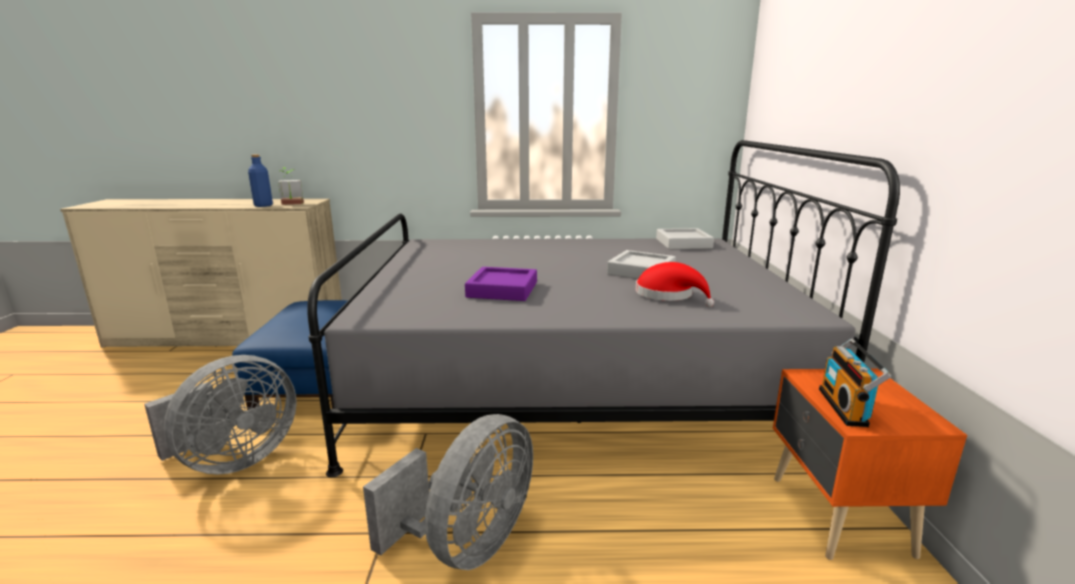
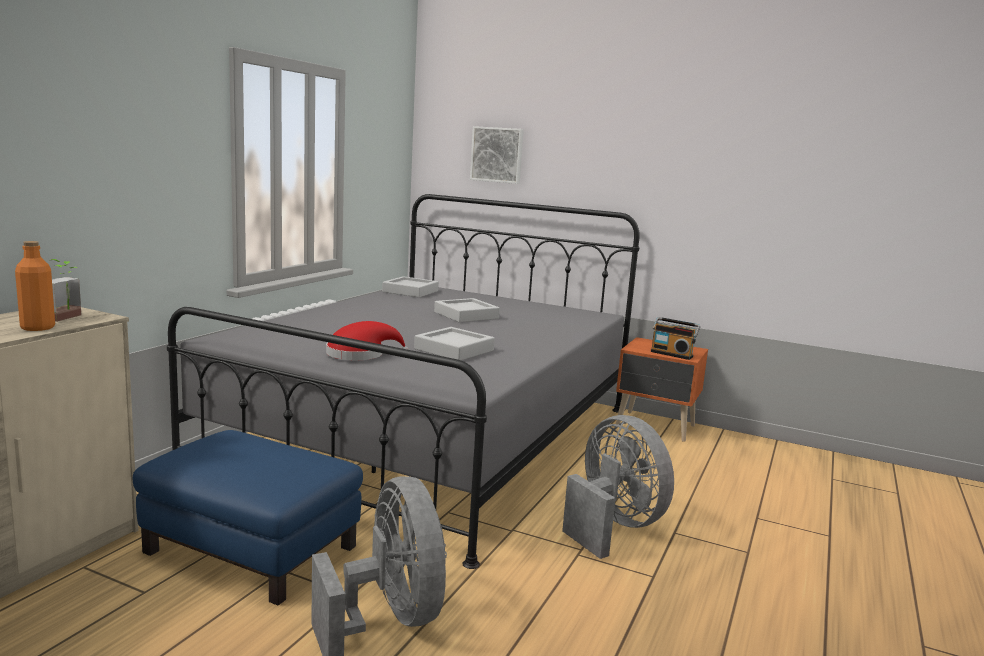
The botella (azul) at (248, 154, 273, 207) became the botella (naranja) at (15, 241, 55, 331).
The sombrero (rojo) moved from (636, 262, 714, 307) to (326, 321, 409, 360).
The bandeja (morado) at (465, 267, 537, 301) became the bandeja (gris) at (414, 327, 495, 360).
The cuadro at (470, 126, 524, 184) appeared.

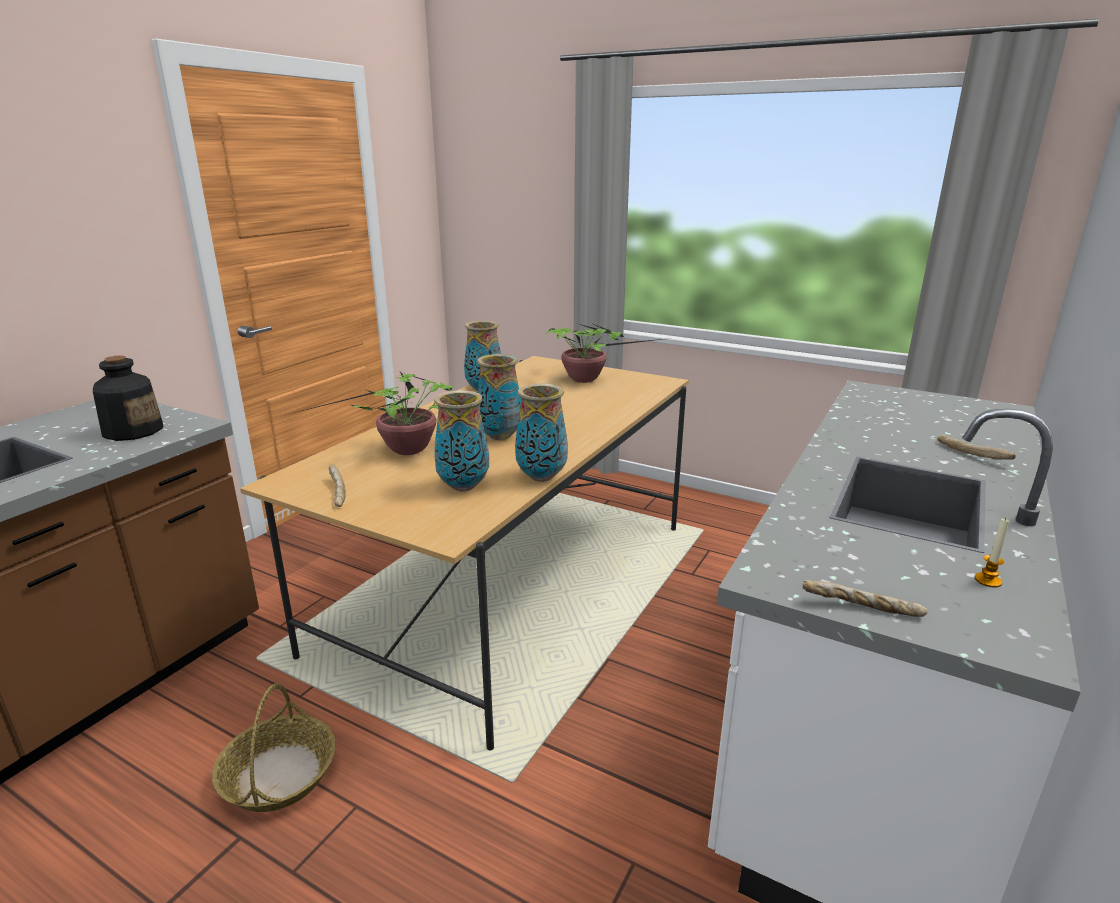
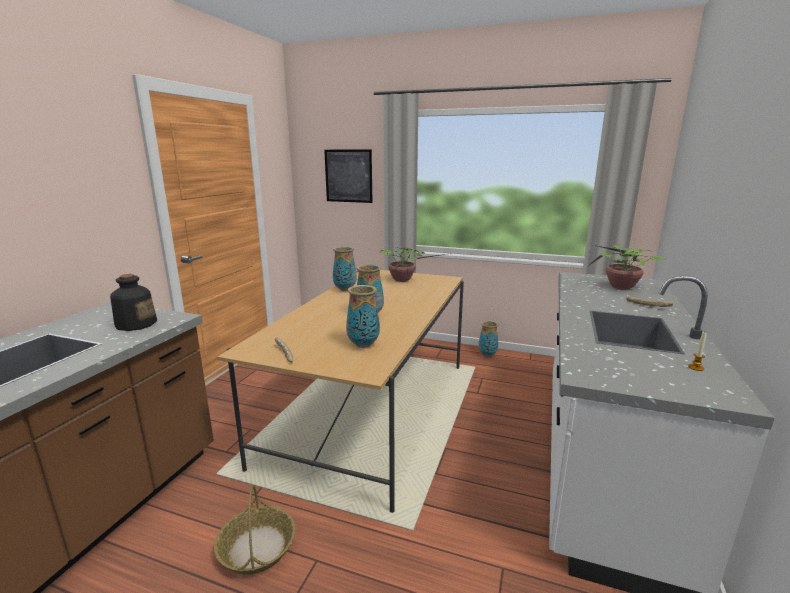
The planta en maceta moved from (286, 372, 456, 455) to (588, 245, 668, 290).
The florero moved from (515, 383, 568, 482) to (478, 320, 499, 357).
The pan at (803, 580, 928, 617) disappeared.
The cuadro at (324, 150, 372, 203) appeared.

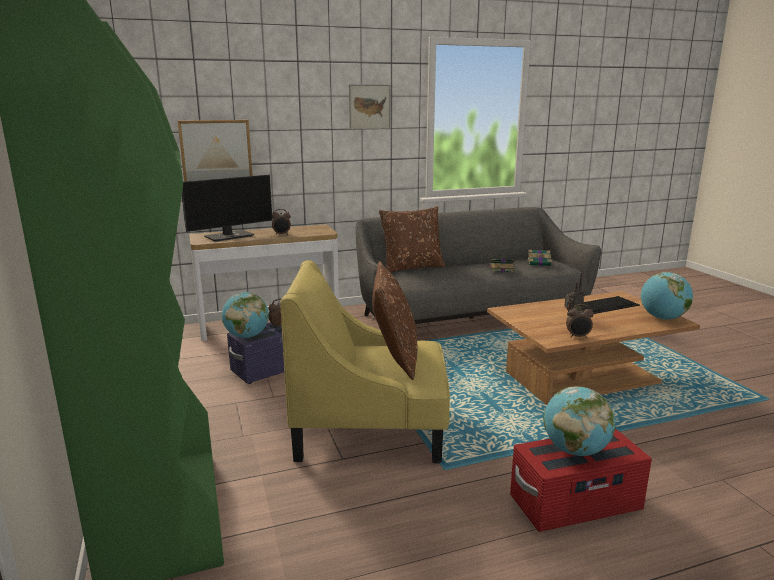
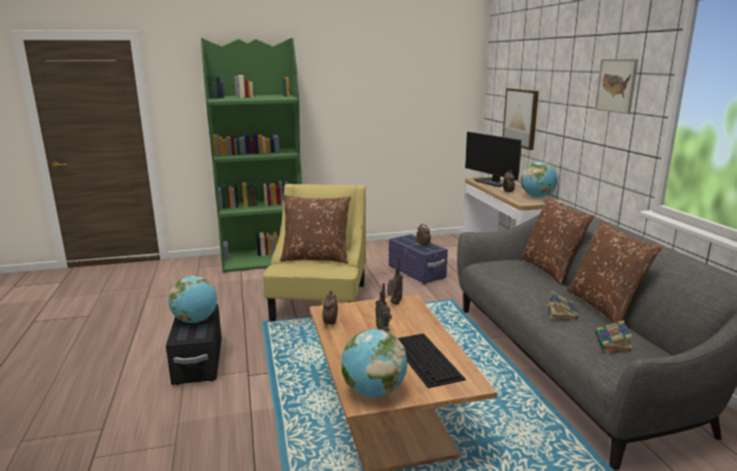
The globo terráqueo moved from (222, 292, 269, 338) to (521, 162, 558, 198).
The caja de almacenaje (rojo) at (510, 428, 652, 532) became the caja de almacenaje (negro) at (166, 304, 222, 385).
The cojín (marrón) at (567, 220, 662, 323) appeared.
The radio at (387, 257, 403, 305) appeared.

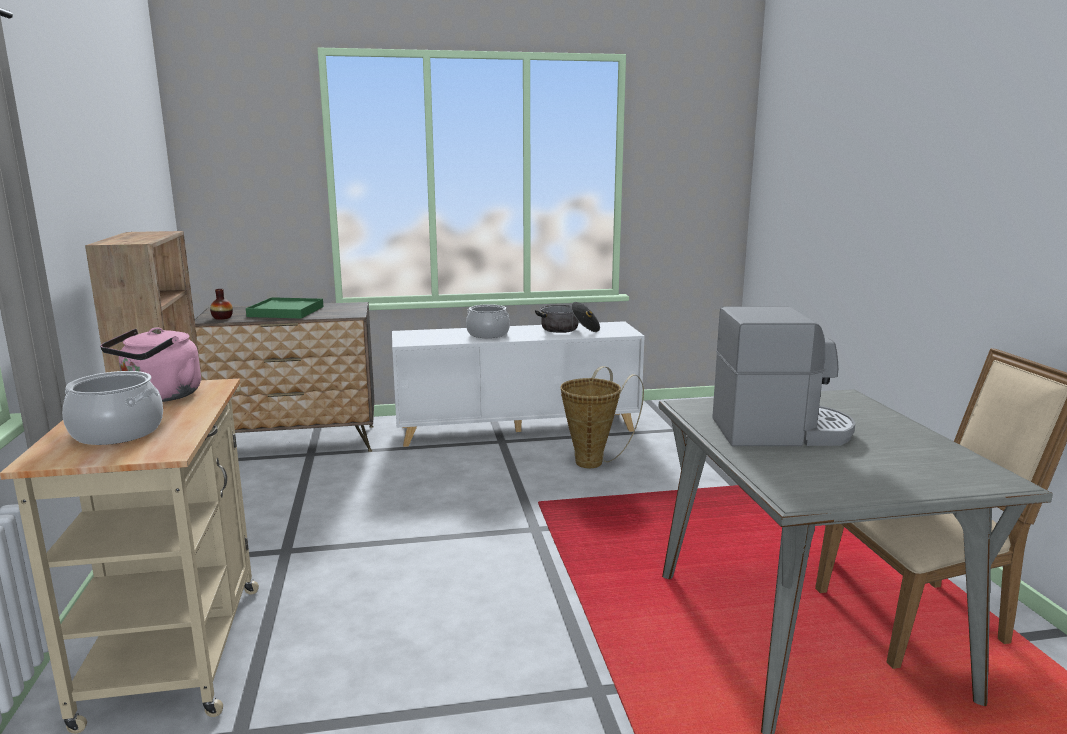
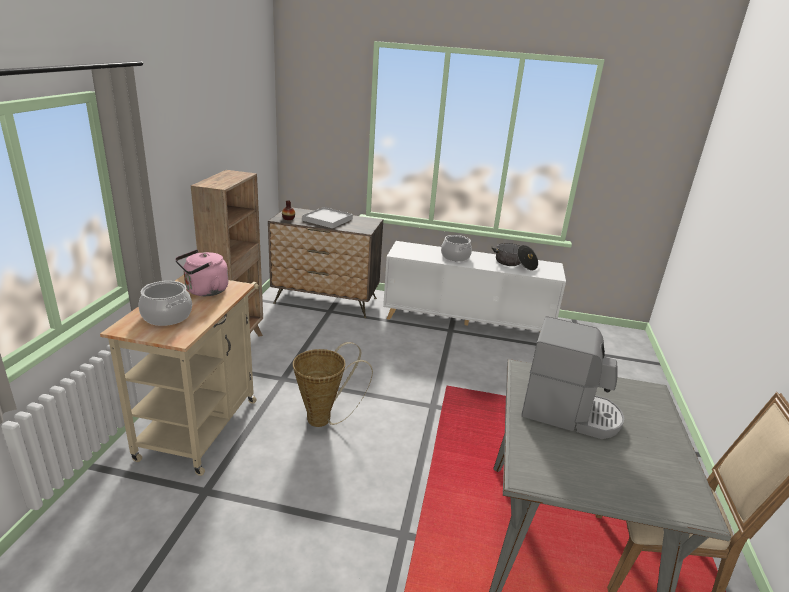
The bandeja (verde) at (246, 297, 324, 319) became the bandeja (blanco) at (302, 207, 353, 228).
The cesta moved from (560, 366, 644, 468) to (293, 342, 373, 427).

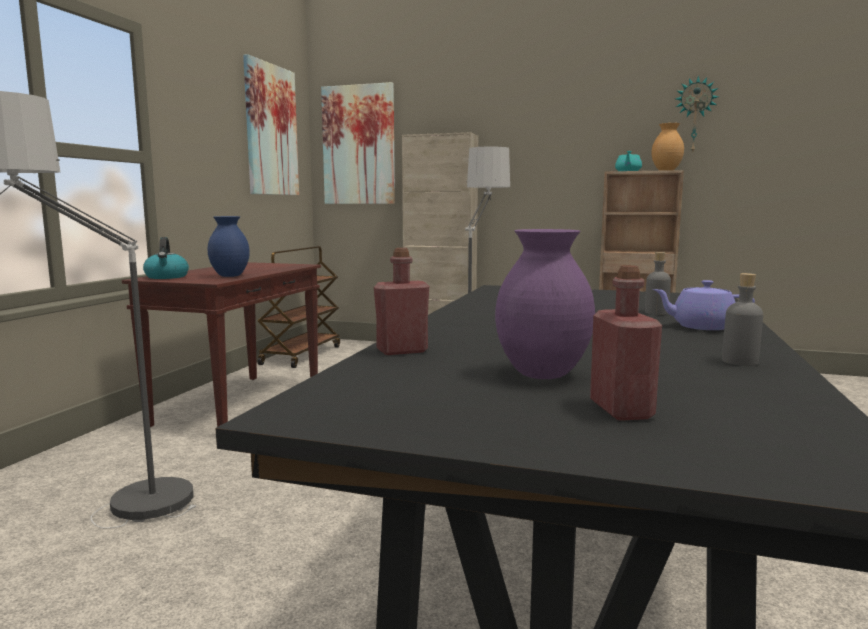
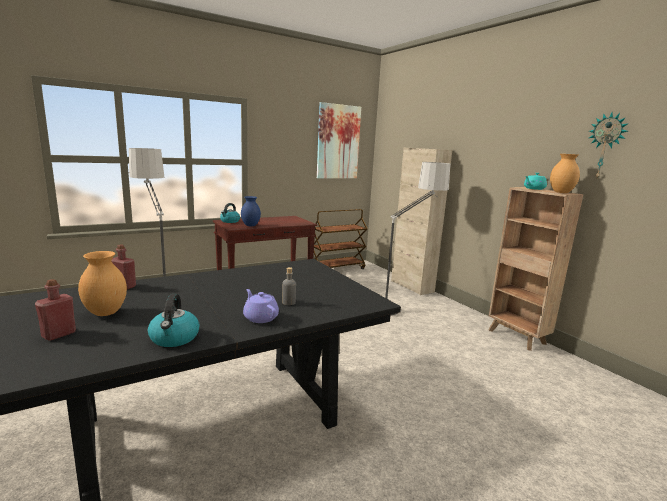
The cuadro at (321, 82, 395, 204) disappeared.
The florero (morado) at (495, 229, 595, 379) became the florero (marrón) at (78, 251, 127, 316).
The botella (gris) at (722, 273, 763, 366) was replaced by the hervidor at (148, 294, 199, 347).

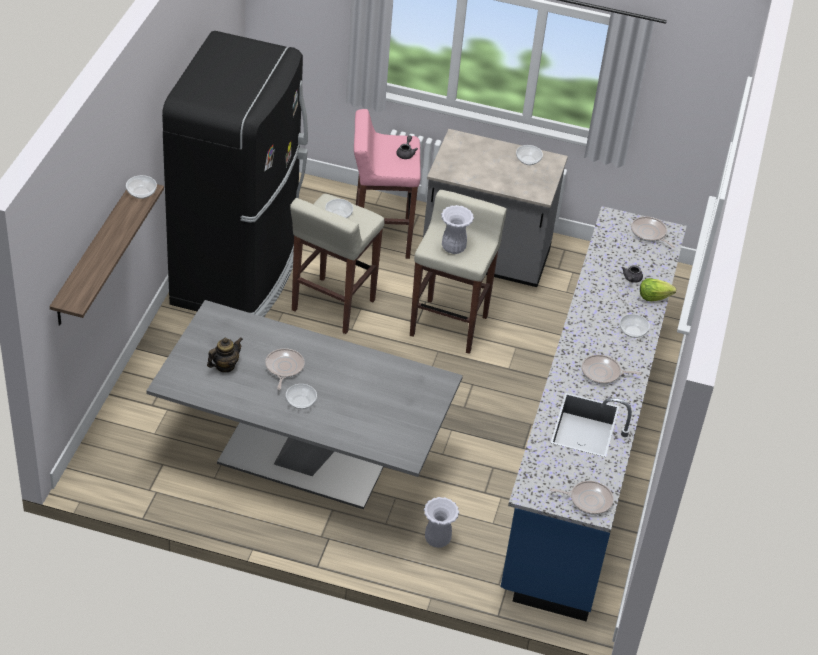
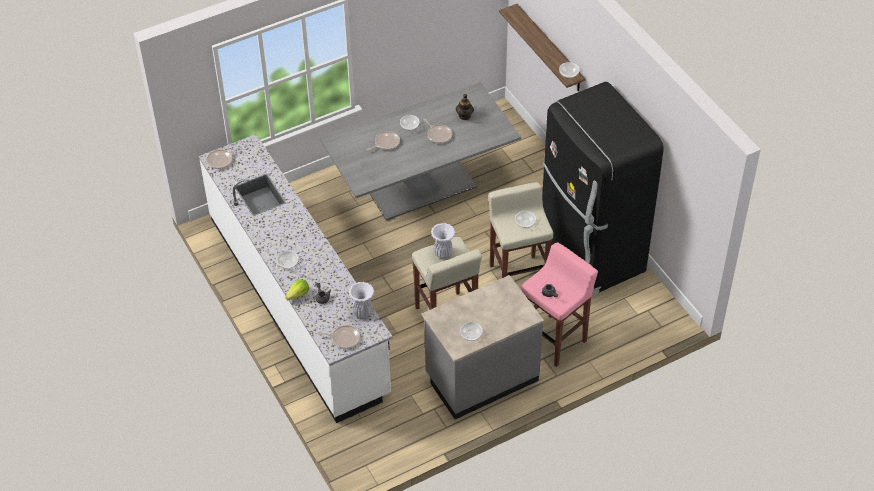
The mueble bajo de cocina (azul) at (501, 206, 687, 622) became the mueble bajo de cocina (blanco) at (199, 134, 393, 423).
The sartén moved from (582, 355, 642, 384) to (366, 131, 400, 151).
The florero (blanco) moved from (424, 497, 459, 548) to (349, 282, 374, 318).

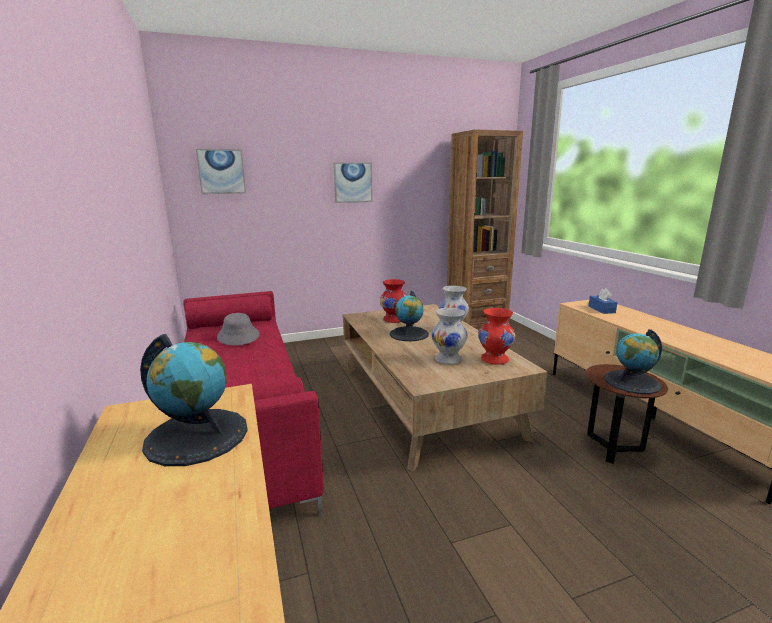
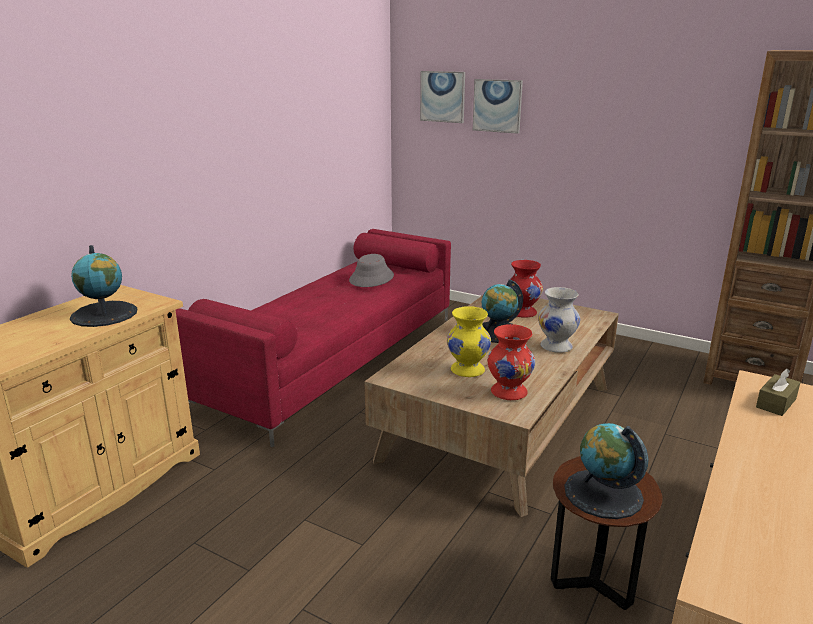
The cuadro moved from (333, 162, 372, 203) to (473, 79, 523, 134).
The caja de pañuelos (azul) at (589, 288, 617, 314) became the caja de pañuelos (marrón) at (756, 368, 801, 416).
The florero (blanco) at (431, 308, 468, 364) became the florero (amarillo) at (447, 306, 491, 377).

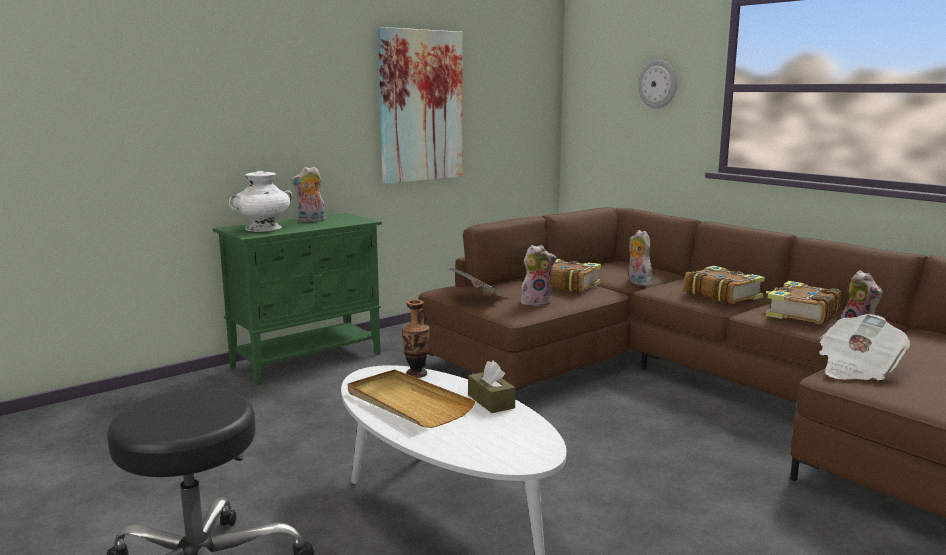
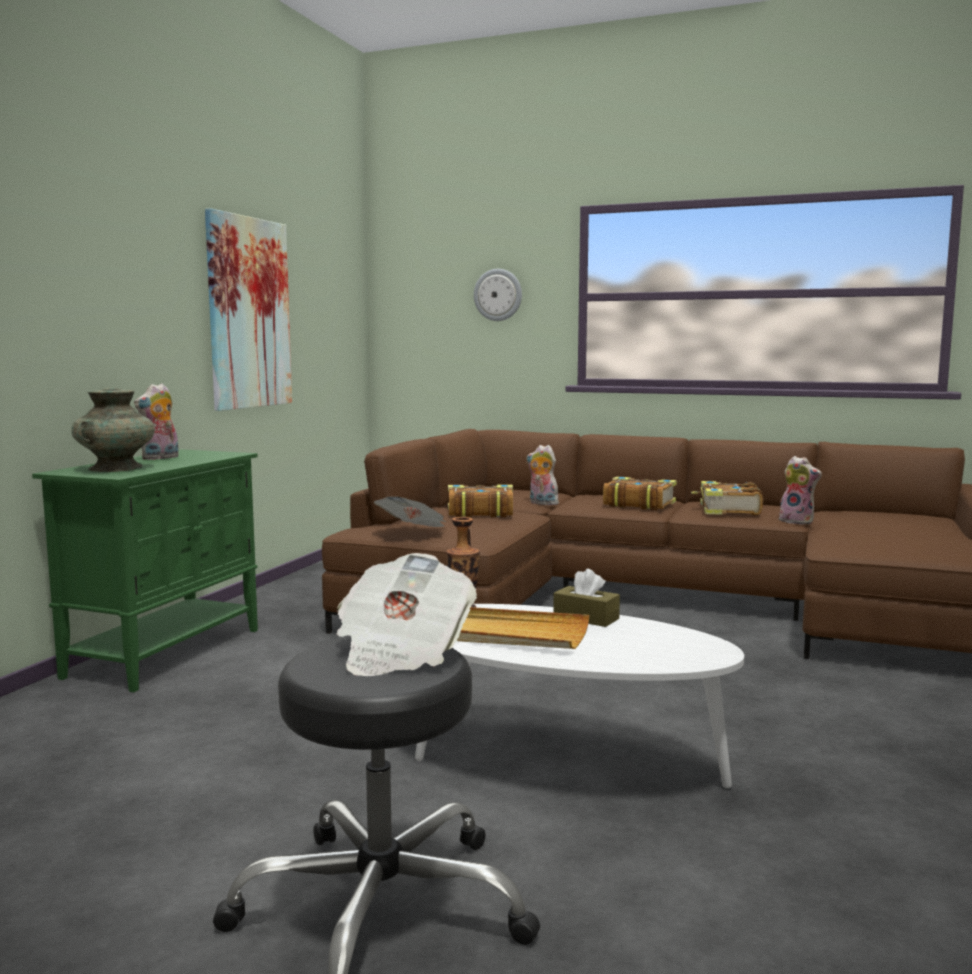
The florero (blanco) at (229, 171, 292, 232) became the florero (turquesa) at (71, 387, 155, 472).
The peluche at (521, 245, 557, 306) disappeared.
The periódico moved from (819, 314, 910, 380) to (336, 553, 477, 676).

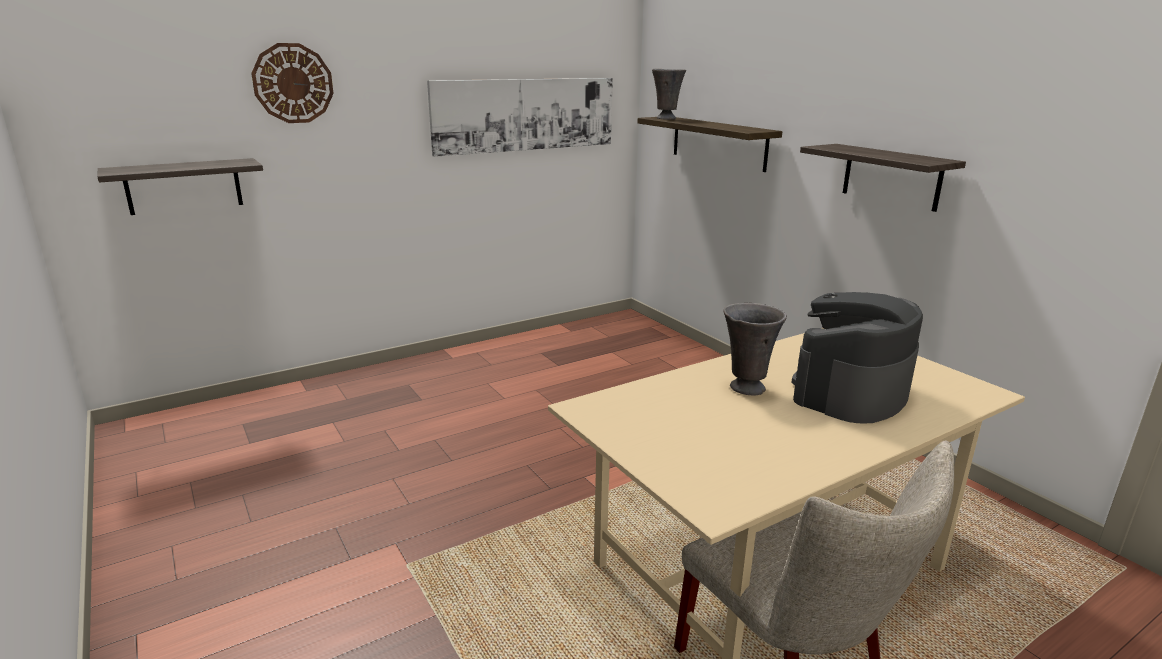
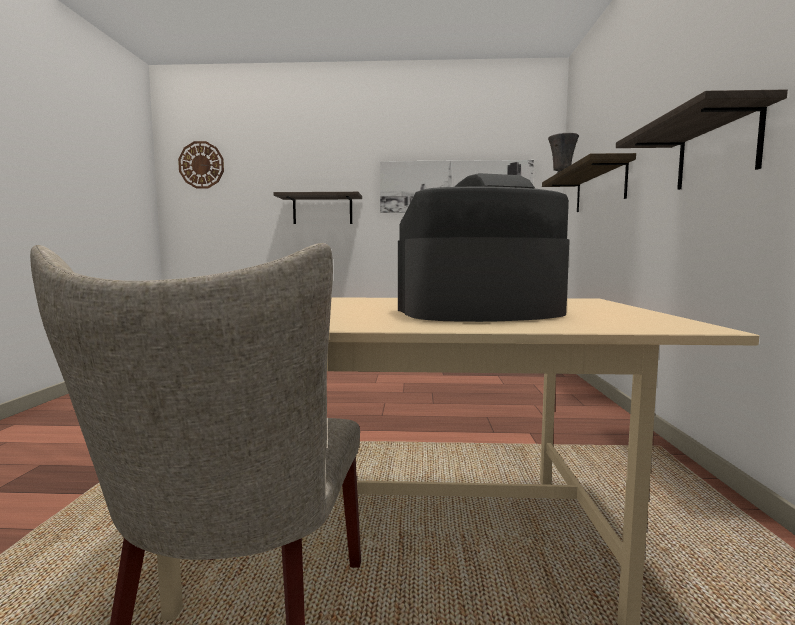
The reloj de pared moved from (251, 43, 334, 123) to (178, 141, 224, 189).
The estante moved from (97, 158, 263, 215) to (273, 192, 362, 224).
The florero (gris) at (723, 303, 787, 395) disappeared.

